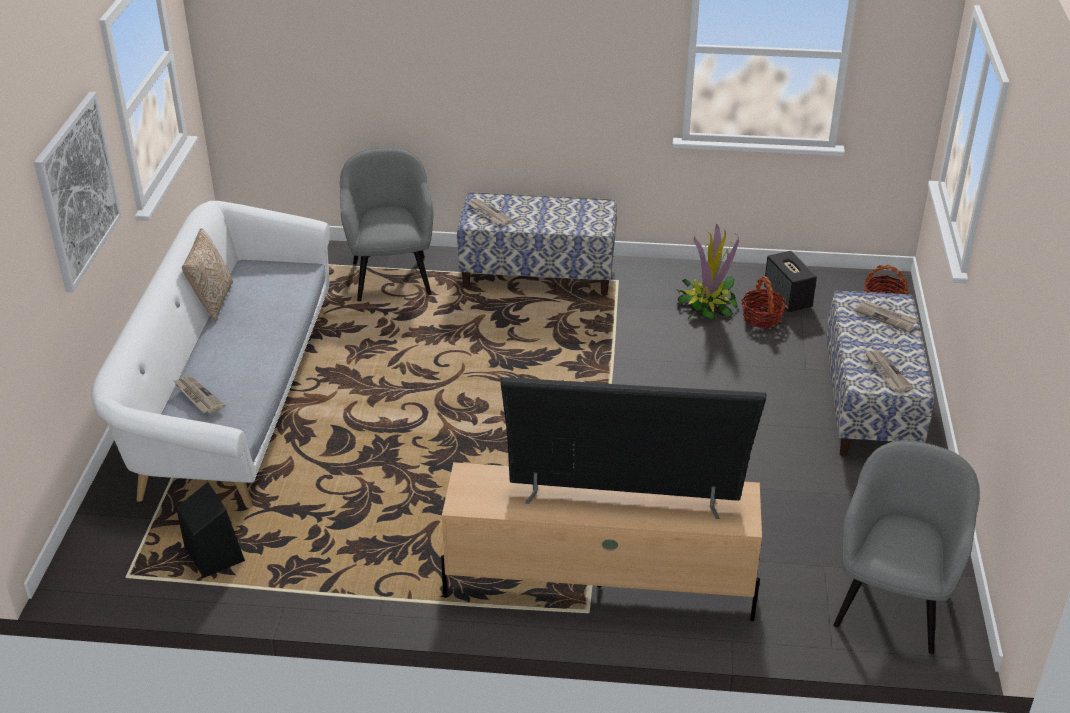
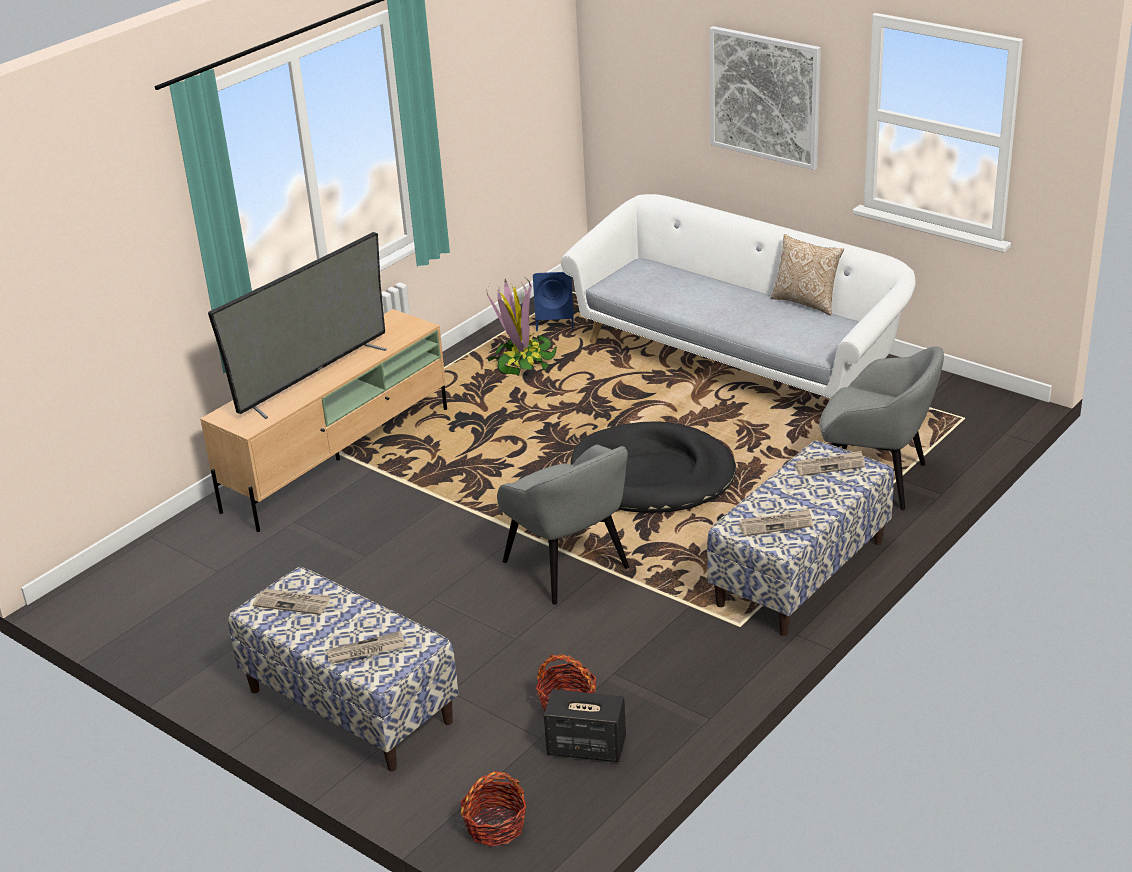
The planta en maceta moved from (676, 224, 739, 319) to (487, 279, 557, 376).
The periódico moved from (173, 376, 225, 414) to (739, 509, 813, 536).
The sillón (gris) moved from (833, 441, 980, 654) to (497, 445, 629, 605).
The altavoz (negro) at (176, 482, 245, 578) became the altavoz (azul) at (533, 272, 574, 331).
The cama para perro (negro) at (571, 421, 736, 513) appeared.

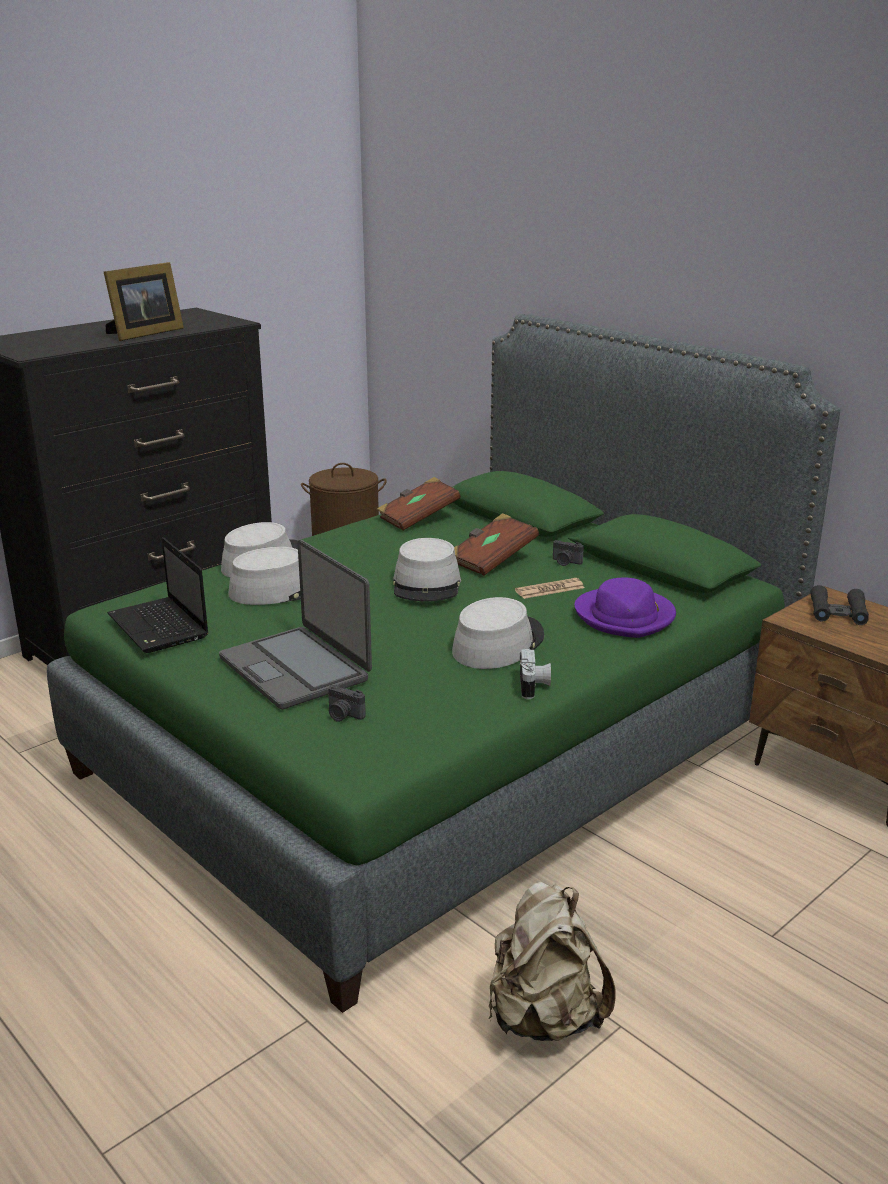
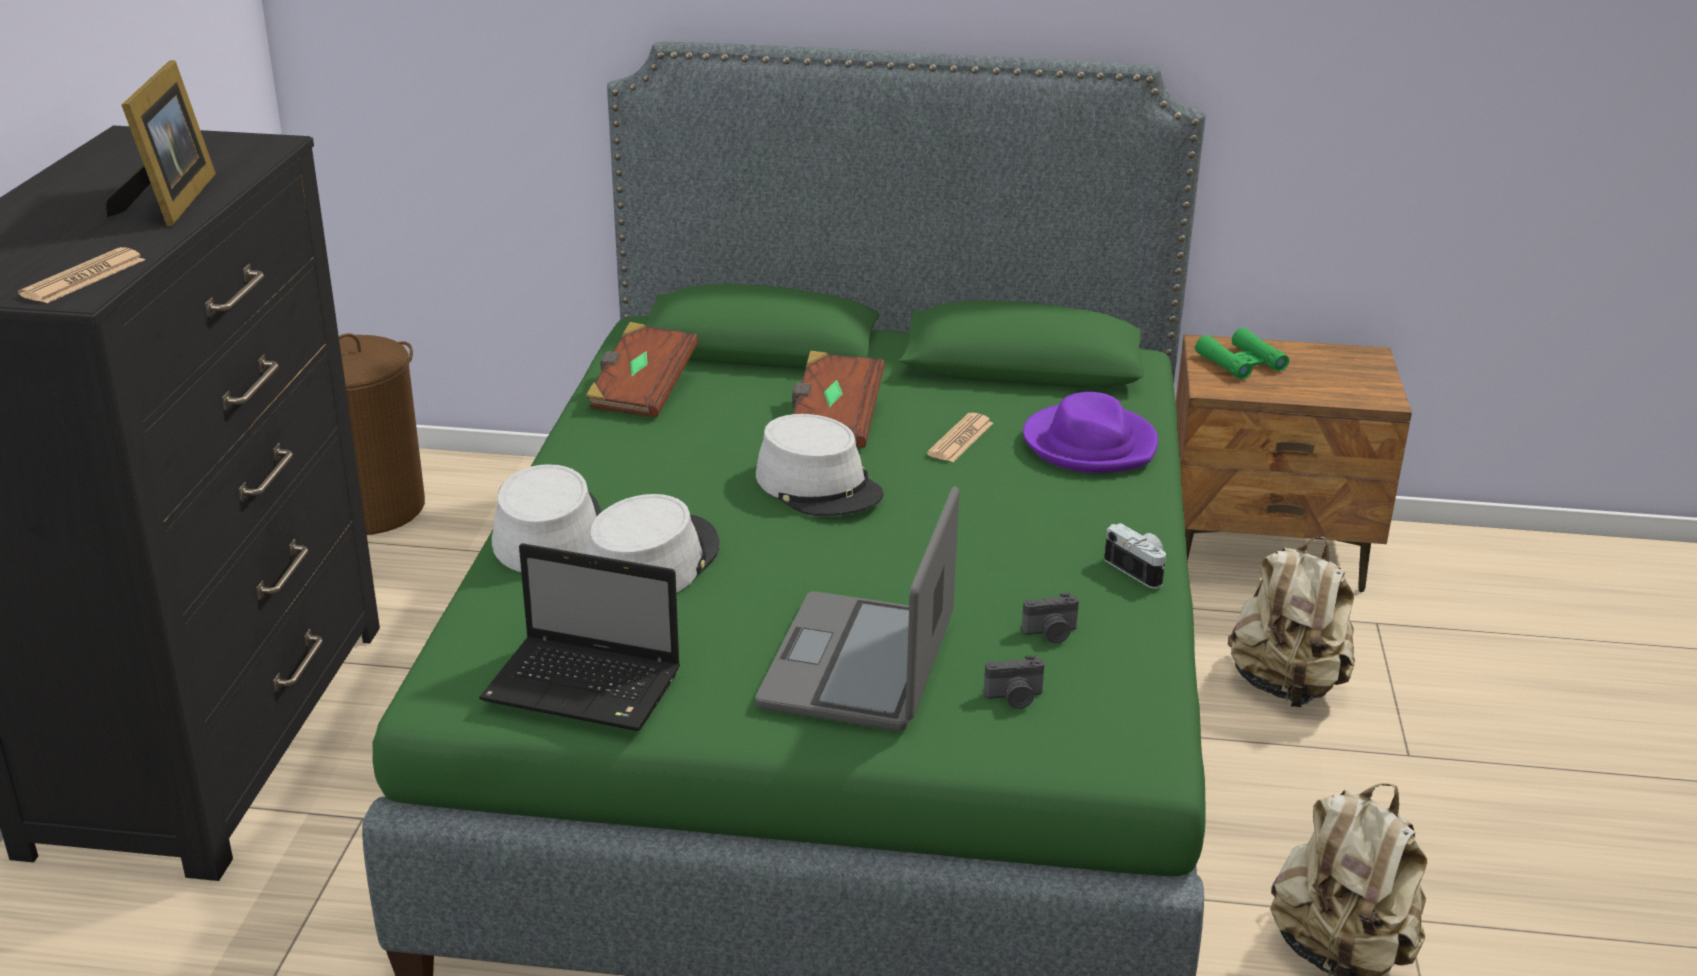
The portátil at (219, 540, 372, 710) turned 90 degrees clockwise.
The cámara moved from (553, 540, 584, 566) to (1021, 593, 1079, 643).
The prismáticos (negro) at (810, 585, 869, 625) became the prismáticos (verde) at (1195, 328, 1289, 379).
The sombrero (gris) at (452, 597, 544, 669) disappeared.
The periódico at (18, 247, 145, 303) appeared.
The mochila (beis) at (1228, 537, 1355, 707) appeared.

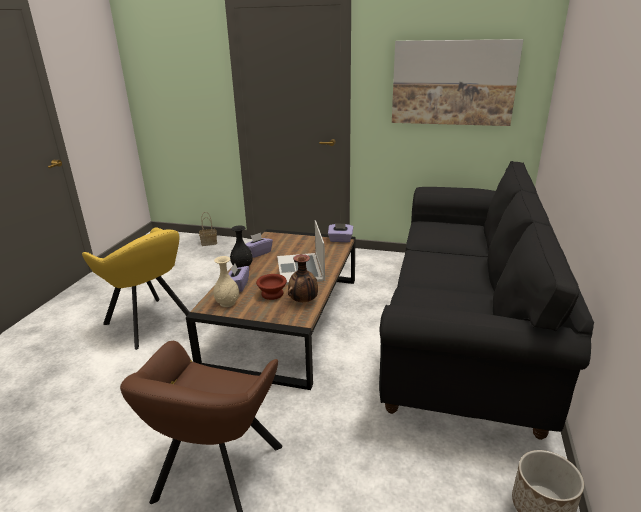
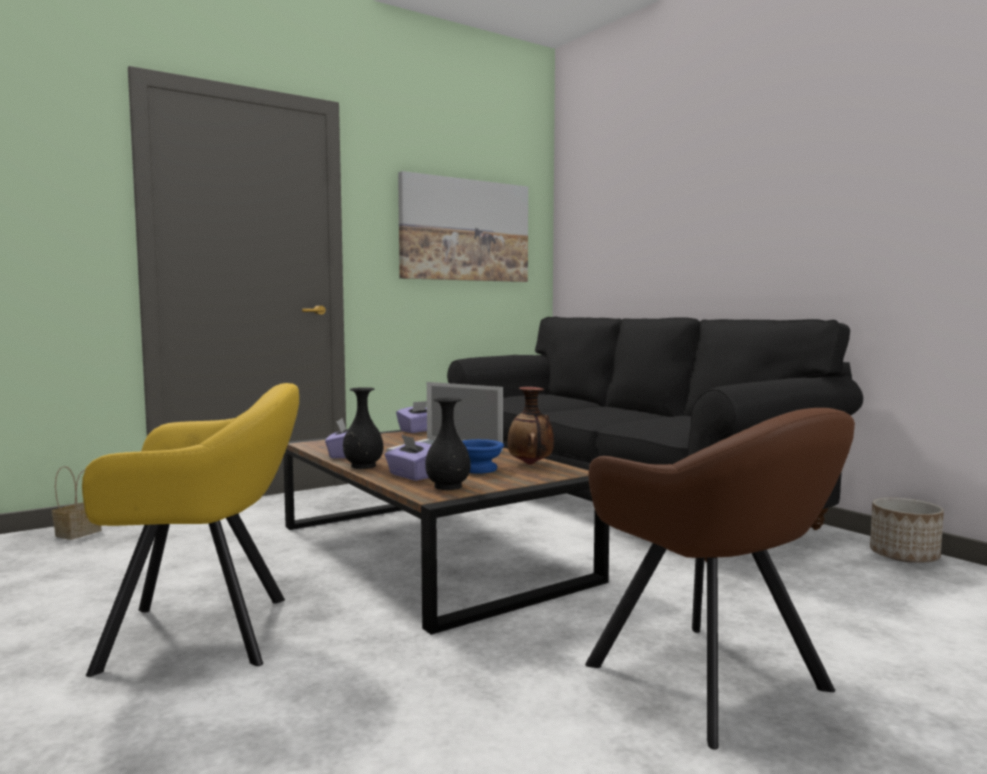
The florero (beis) at (213, 256, 239, 307) became the florero (negro) at (425, 398, 471, 490).
The cuenco (marrón) at (256, 274, 287, 300) became the cuenco (azul) at (462, 439, 504, 474).

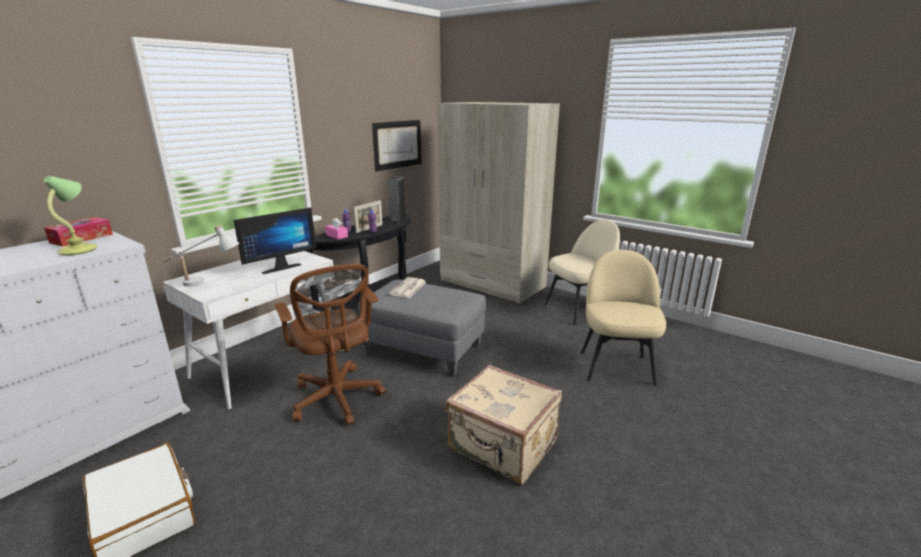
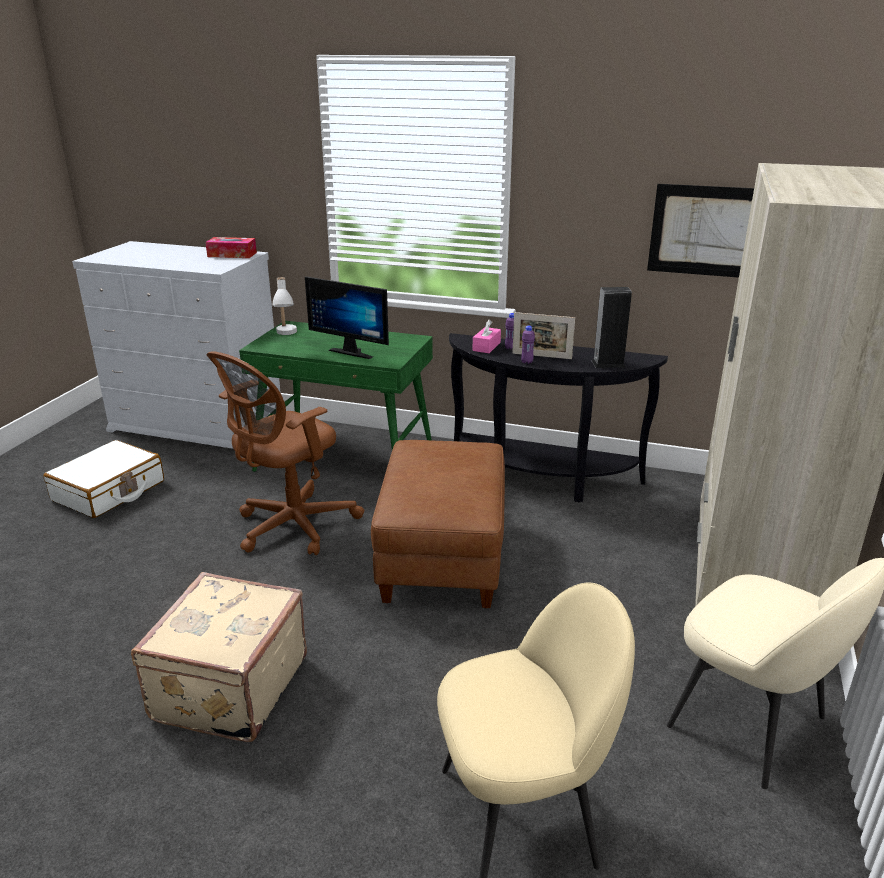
The lámpara de mesa at (44, 176, 97, 255) disappeared.
The escritorio (blanco) at (163, 251, 344, 410) became the escritorio (verde) at (239, 321, 433, 472).
The periódico at (389, 277, 426, 298) disappeared.
The puf (gris) at (358, 279, 486, 376) became the puf (marrón) at (371, 440, 505, 608).

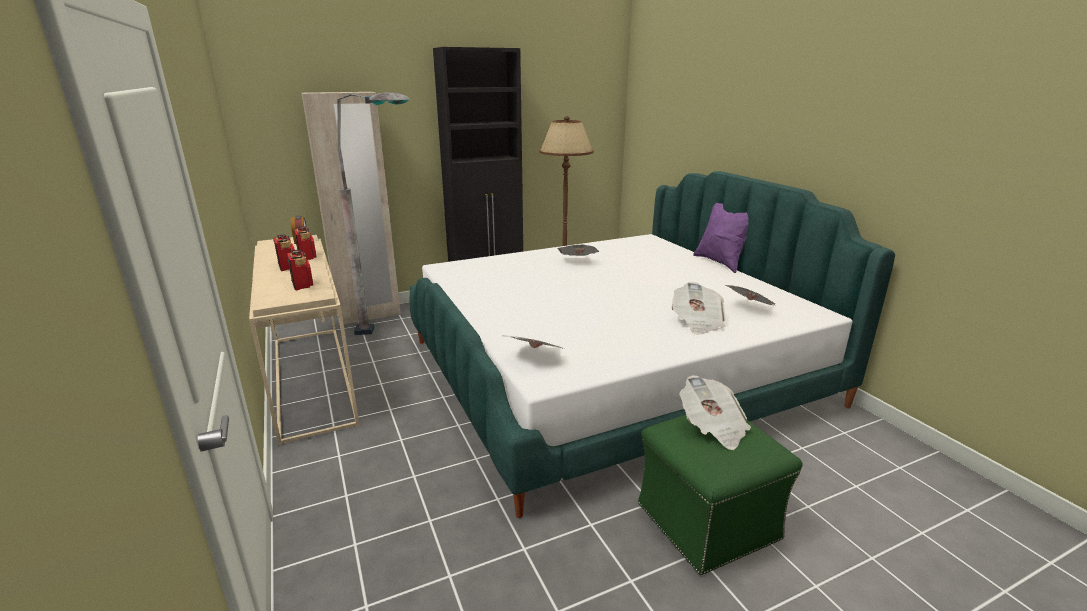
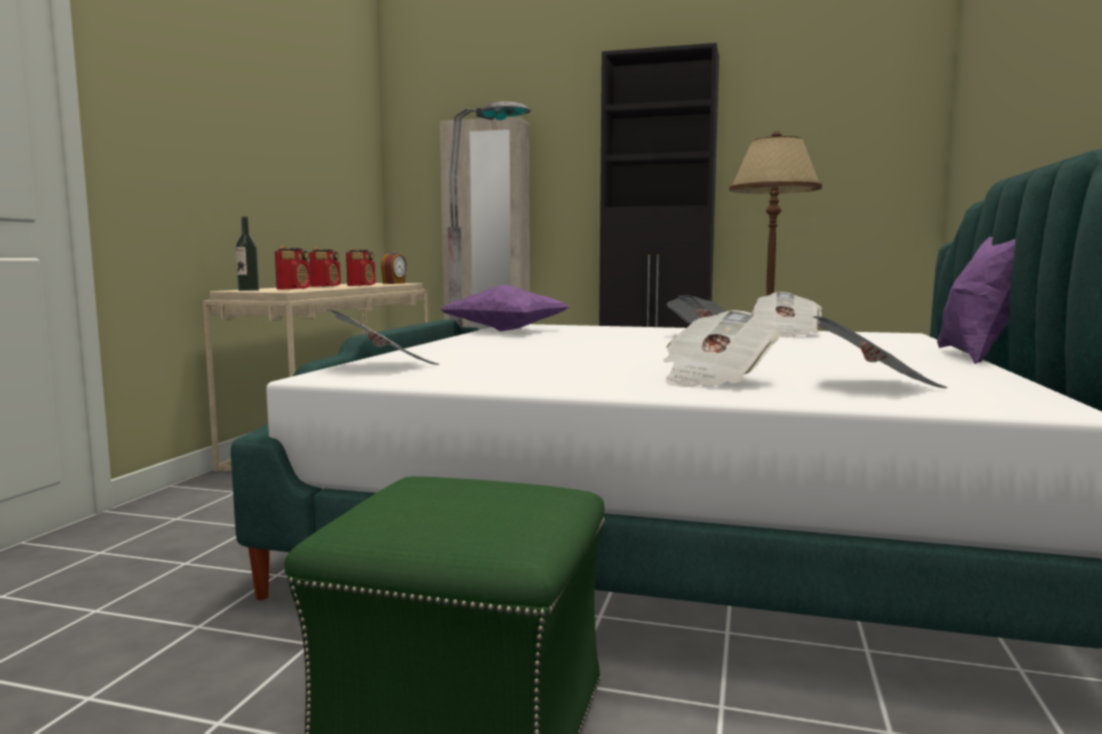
The periódico moved from (680, 375, 751, 450) to (752, 292, 822, 338).
The botella at (235, 216, 259, 291) appeared.
The cojín (morado) at (441, 285, 570, 331) appeared.

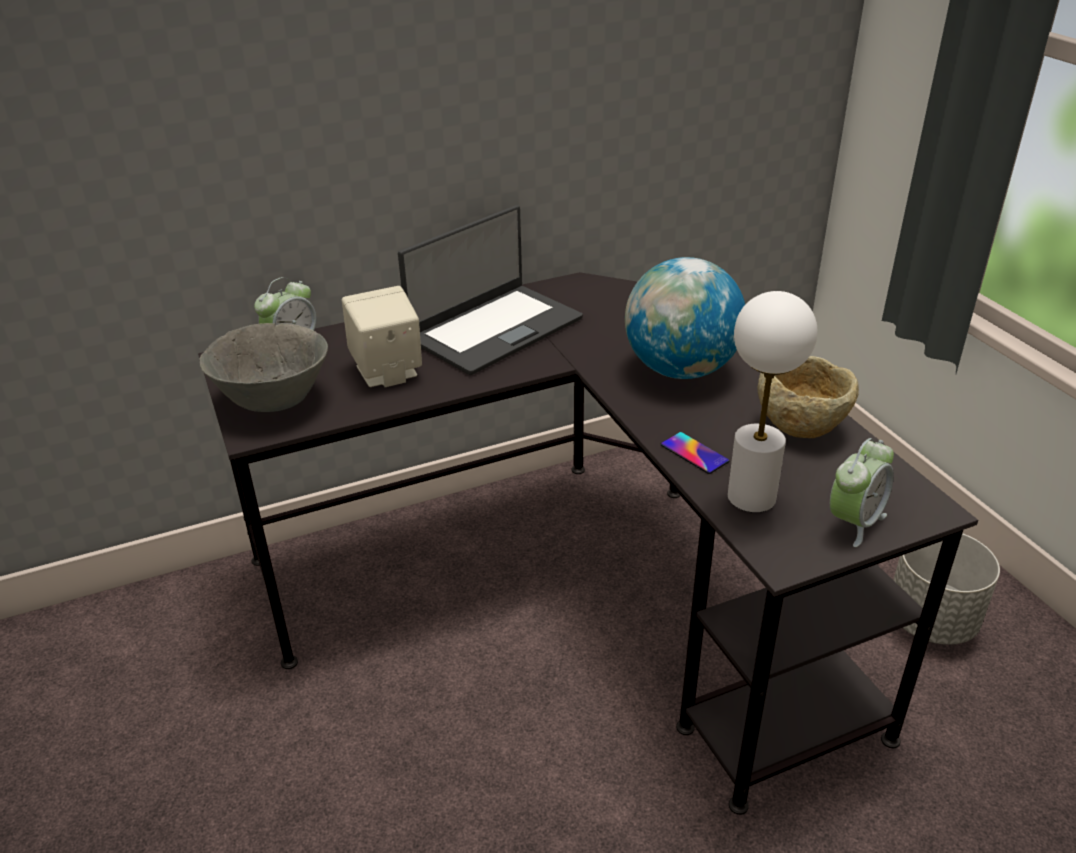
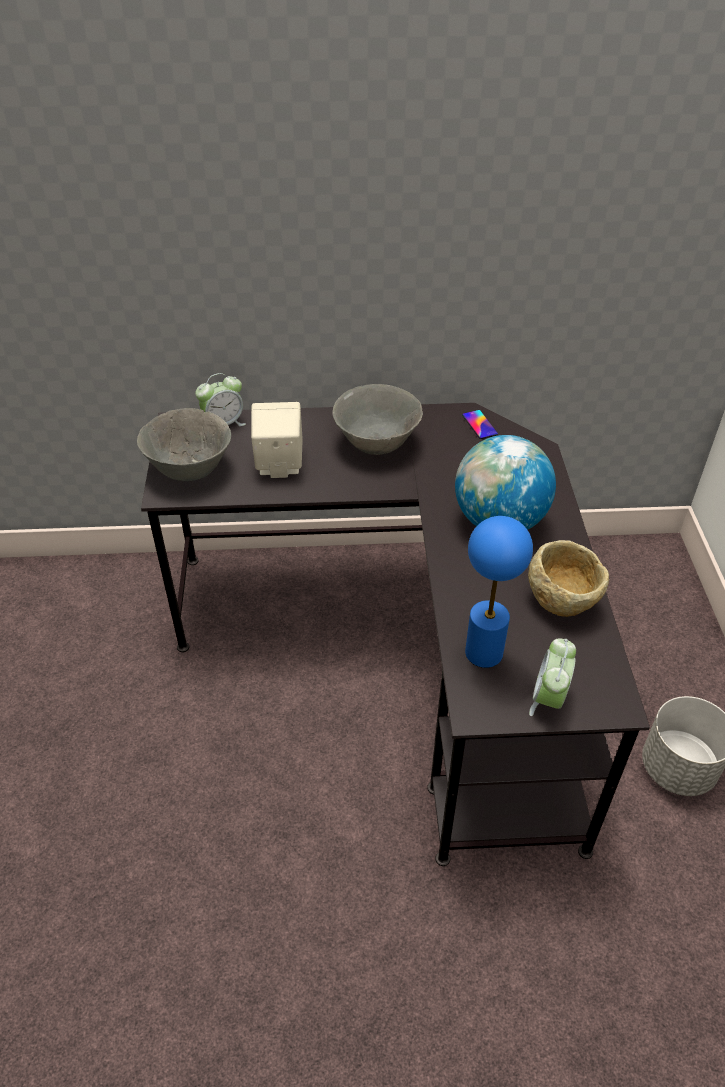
The portátil at (398, 205, 583, 375) was replaced by the cuenco (gris) at (332, 384, 423, 455).
The lámpara de mesa (blanco) at (728, 291, 817, 513) became the lámpara de mesa (azul) at (465, 516, 533, 668).
The móvil moved from (661, 432, 729, 474) to (462, 410, 498, 439).
The despertador at (830, 438, 894, 547) turned 135 degrees clockwise.

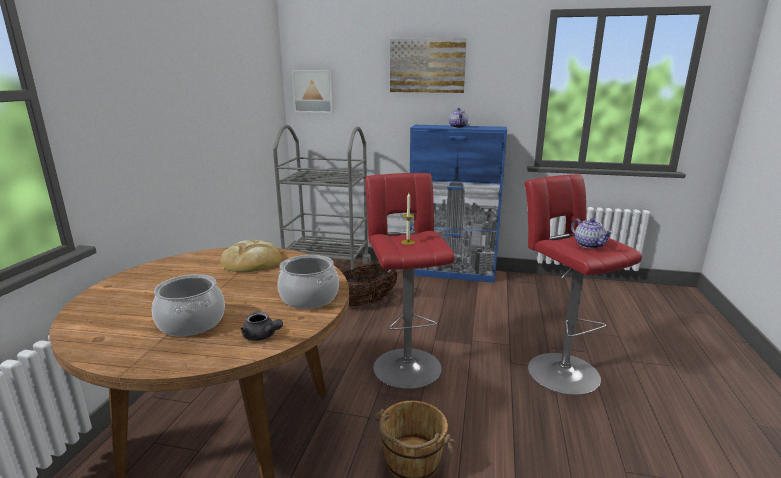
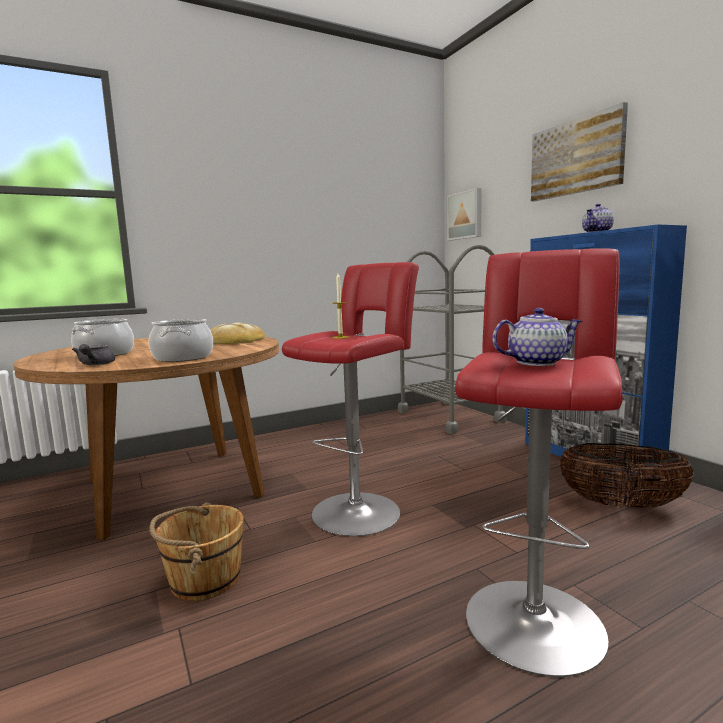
The tetera at (571, 218, 613, 249) turned 120 degrees counterclockwise.
The cesta moved from (343, 264, 397, 306) to (559, 443, 694, 508).

